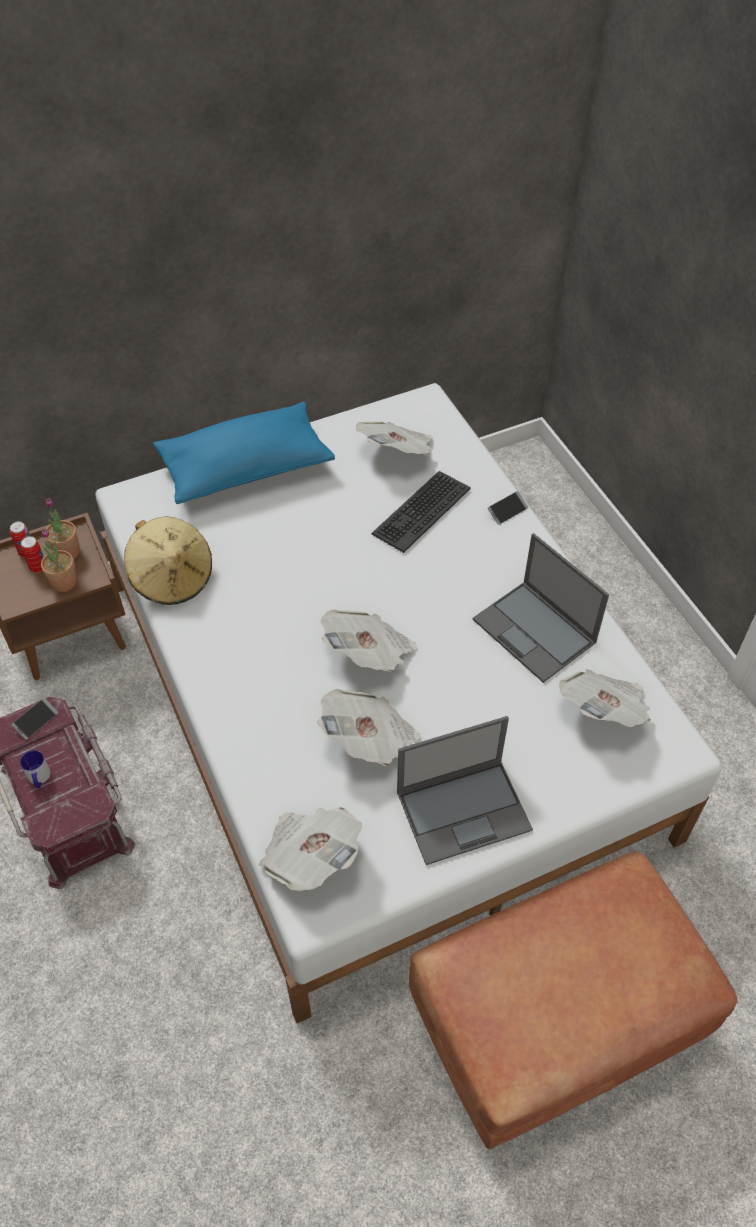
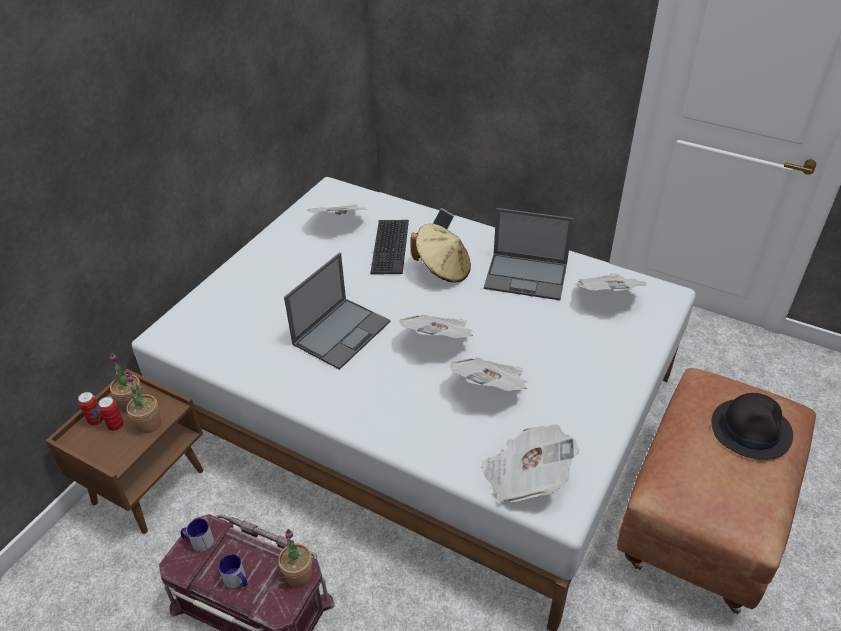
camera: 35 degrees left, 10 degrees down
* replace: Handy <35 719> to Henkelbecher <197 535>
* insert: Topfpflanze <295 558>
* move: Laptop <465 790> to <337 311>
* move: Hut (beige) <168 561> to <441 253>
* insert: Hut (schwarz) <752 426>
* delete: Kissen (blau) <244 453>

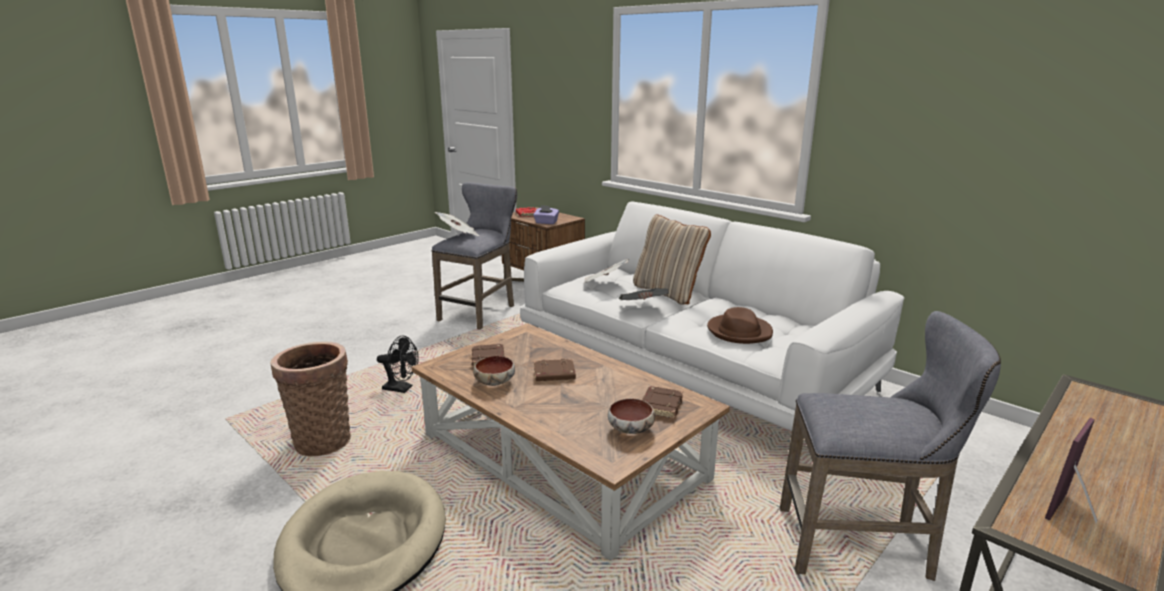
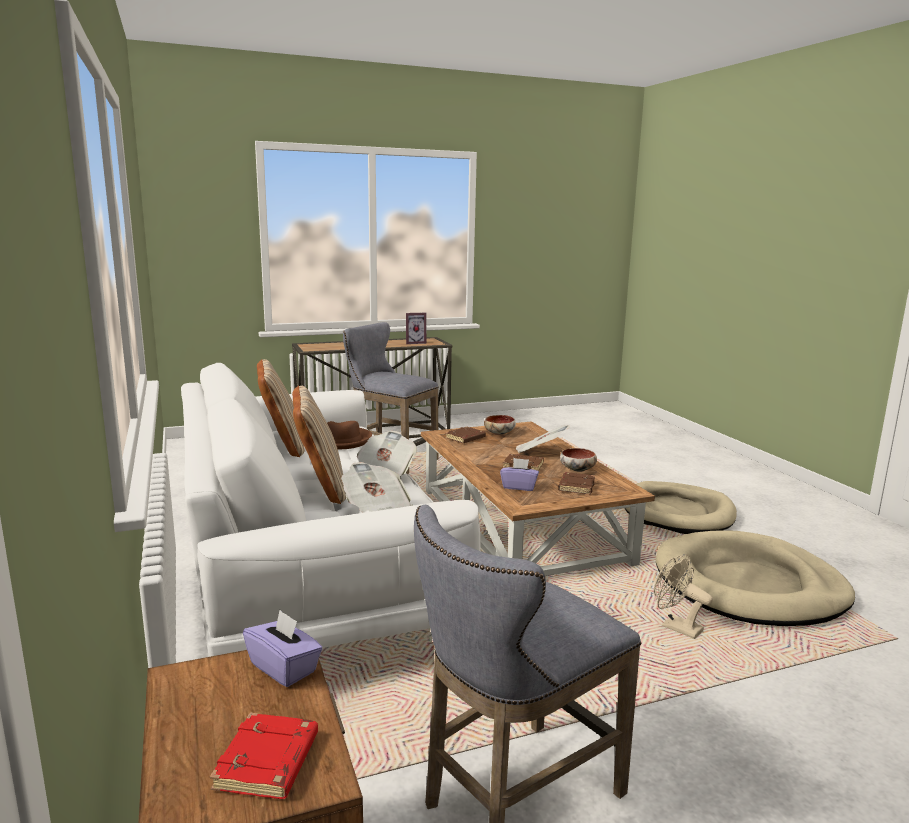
camera: 155 degrees left, 5 degrees down
* insert: Kissen (beige) <281 408>
* insert: Taschentuchbox (lila) <519 474>
* move: Zeitung <457 224> to <542 439>
* recolor: Ventilator (schwarz) <398 364> to Ventilator (beige) <683 596>
* replace: Korb <311 399> to Hundebett (beige) <755 578>

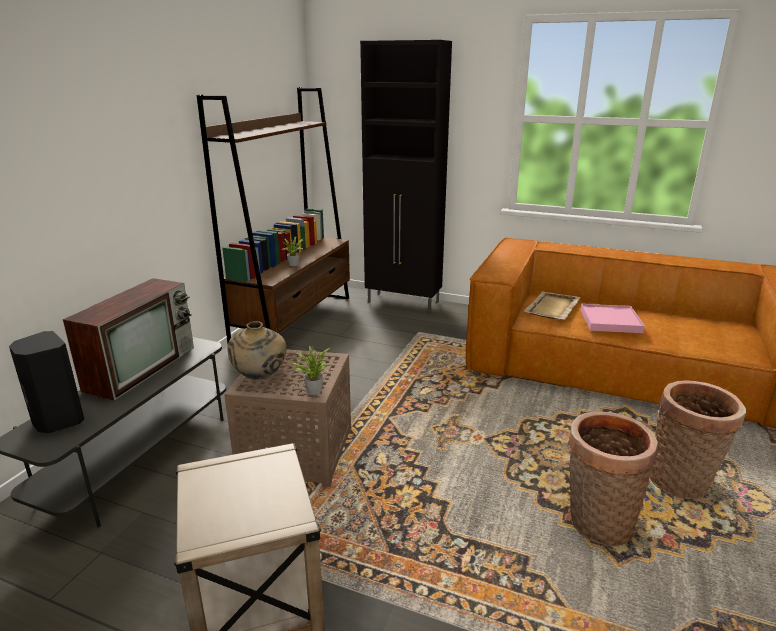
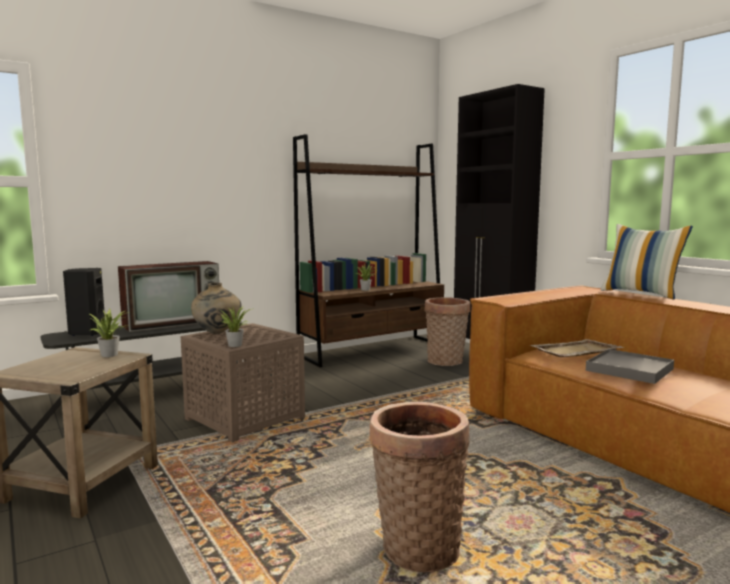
camera: 35 degrees right, 15 degrees down
* insert: Topfpflanze <110 333>
* move: Korb <697 439> to <447 331>
* recolor: Tablett (rosa) <613 318> to Tablett (grau) <630 366>
* insert: Kissen <647 261>

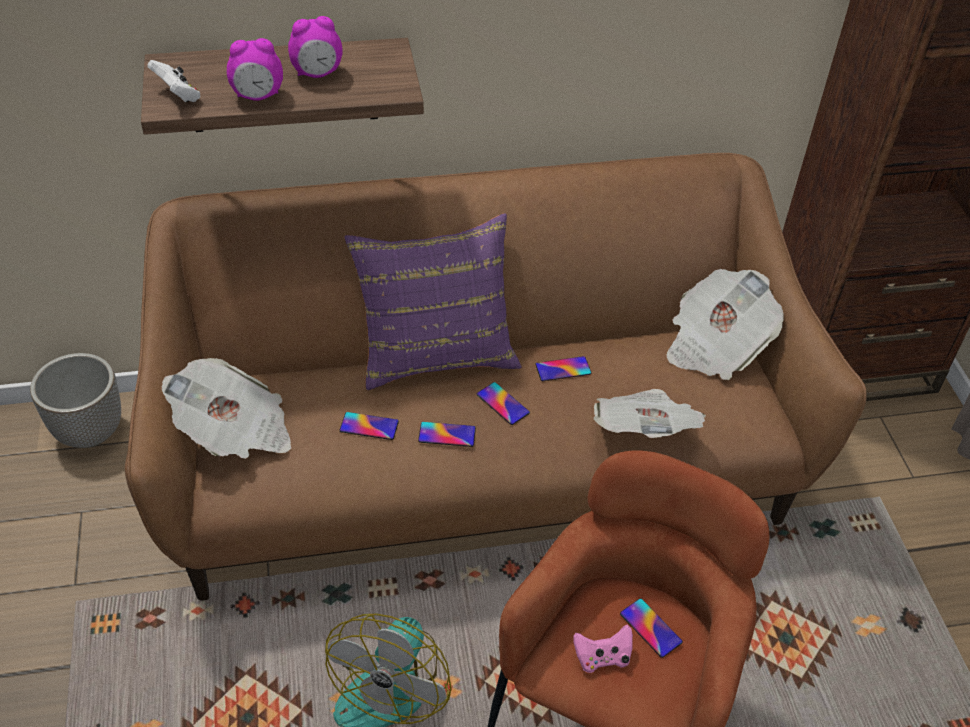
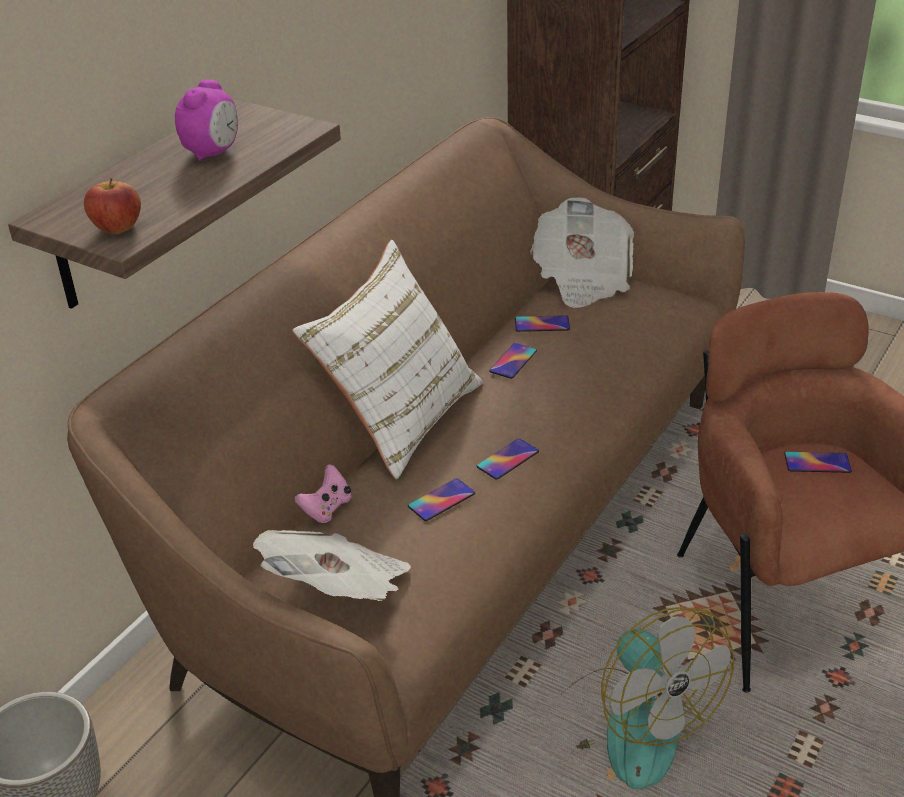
camera: 45 degrees left, 10 degrees down
* replace: Gamepad (weiß) <173 81> to Apfel <112 206>
* recolor: Kissen (lila) <433 301> to Kissen (weiß) <387 360>
* move: Gamepad (rosa) <603 649> to <323 493>
* move: Handy <503 403> to <542 323>
* delete: Wecker <255 69>
* delete: Zeitung <650 413>

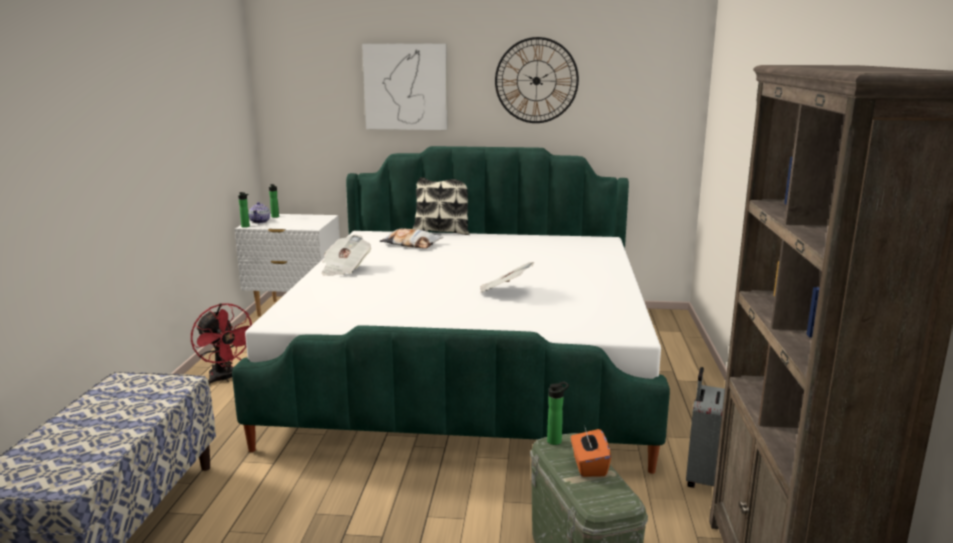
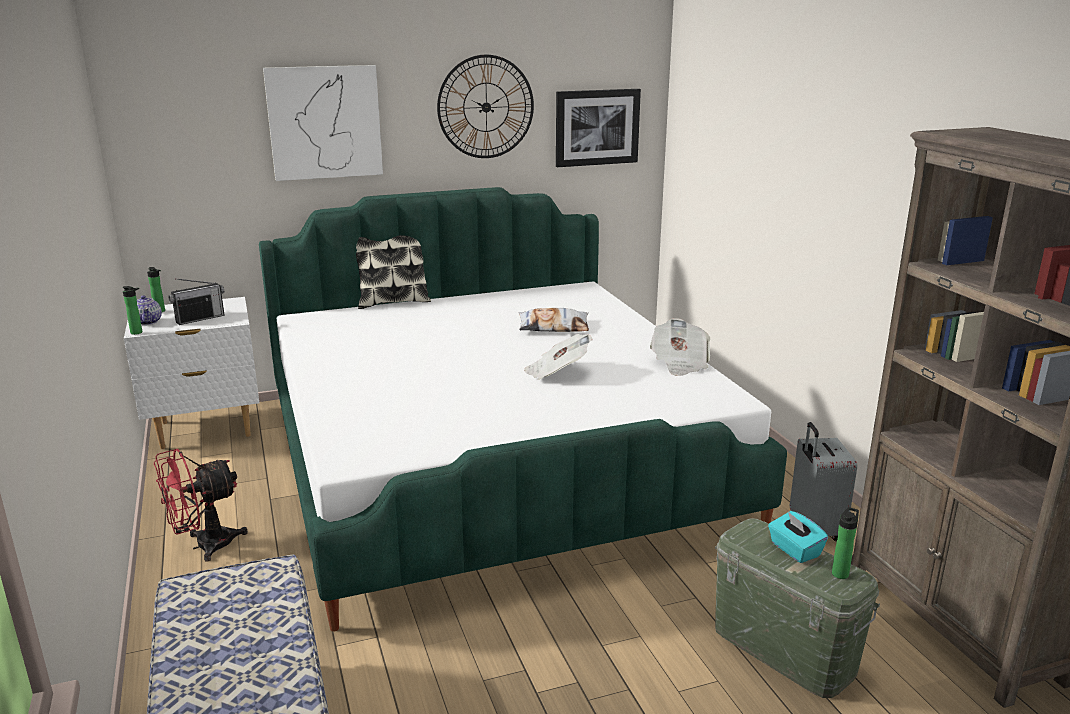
camera: 25 degrees left, 5 degrees up
* rotate: Ventilator (rot) <221 344> = <201 505> 120 degrees clockwise
* insert: Radio <196 301>
* move: Kissen <411 238> to <554 320>
* insert: Bild <598 128>
* move: Zeitung <346 255> to <680 347>
* recolor: Taschentuchbox (orange) <591 451> to Taschentuchbox (türkis) <798 537>
* move: Flasche <558 413> to <845 543>

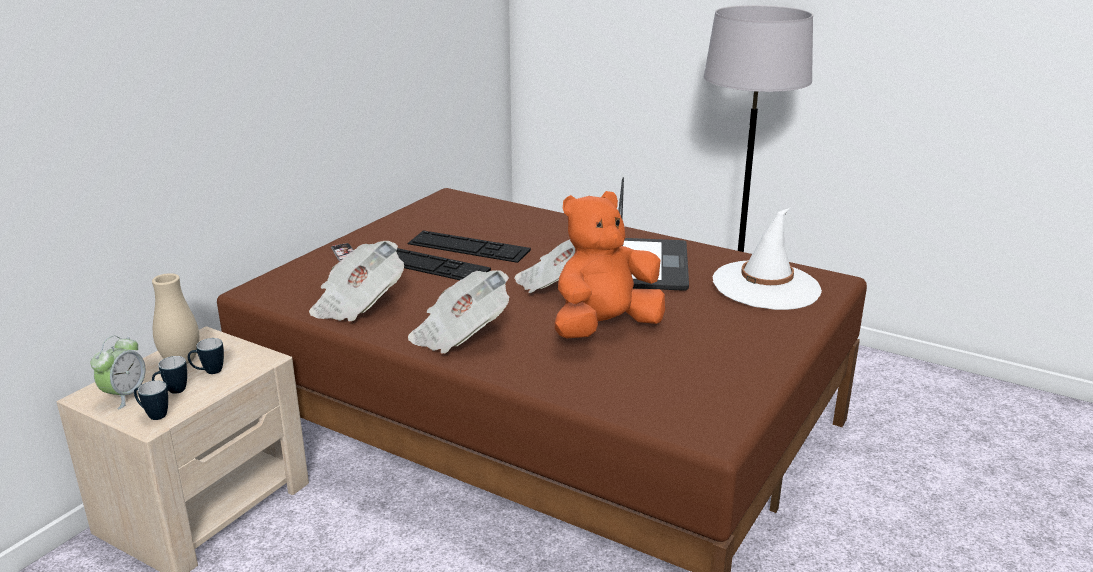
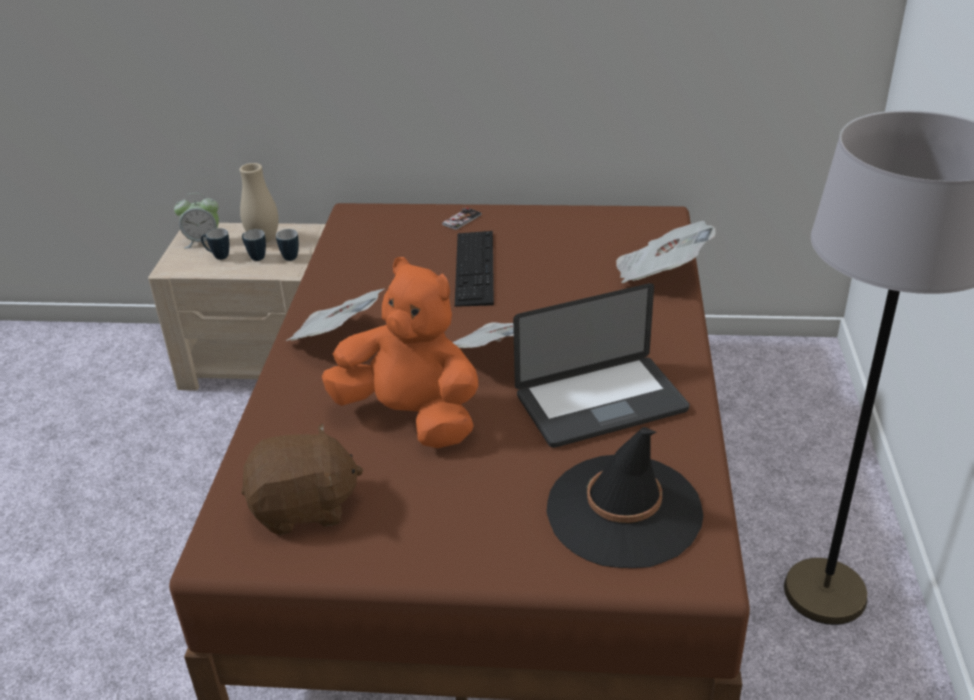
camera: 65 degrees right, 10 degrees up
* insert: Plüschtier (braun) <302 479>
* move: Henkelbecher <151 400> to <287 245>
* recolor: Hut (weiß) <767 258> to Hut (schwarz) <624 497>
* move: Zeitung <356 281> to <666 252>
* delete: Tastatur <469 247>

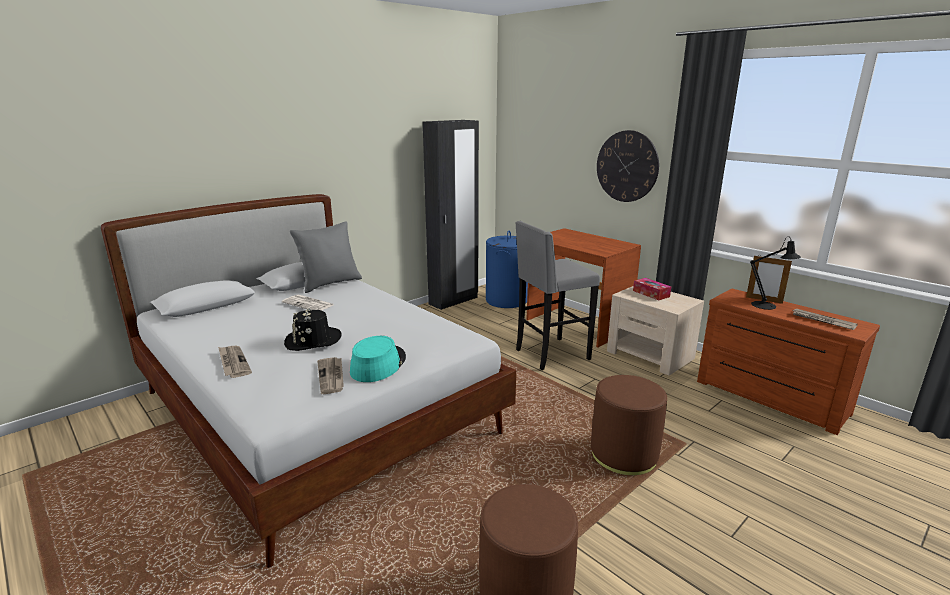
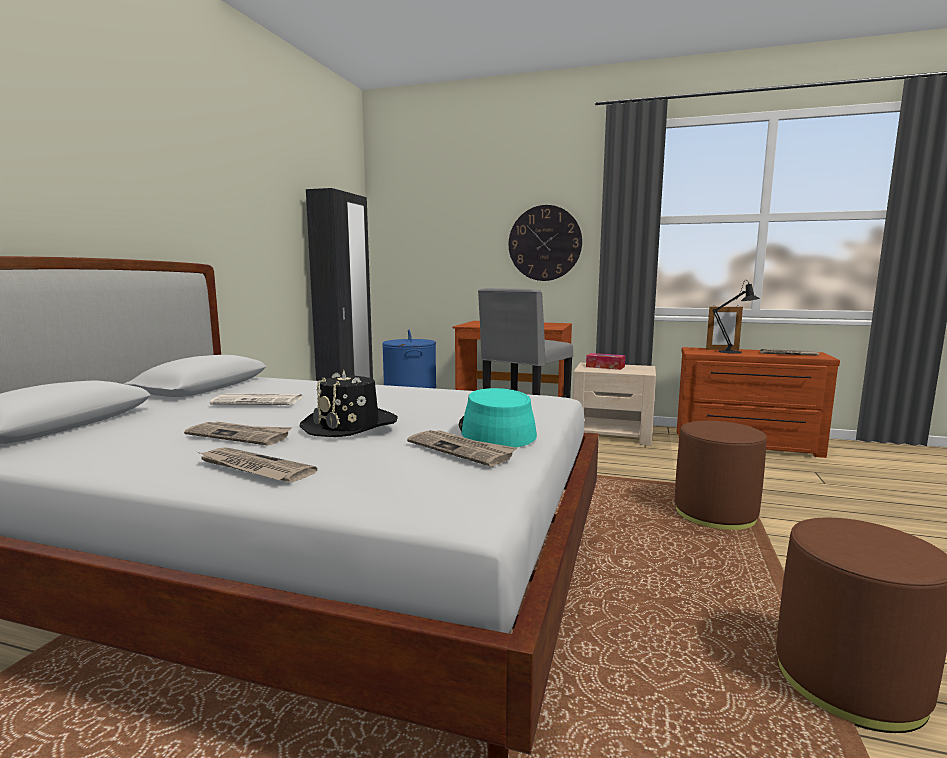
camera: 30 degrees left, 10 degrees down
* insert: Zeitung <238 433>
* delete: Kissen (grau) <326 257>

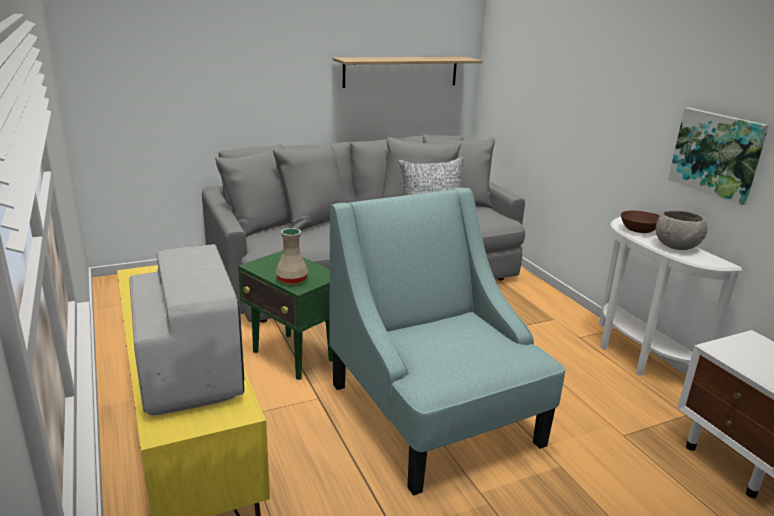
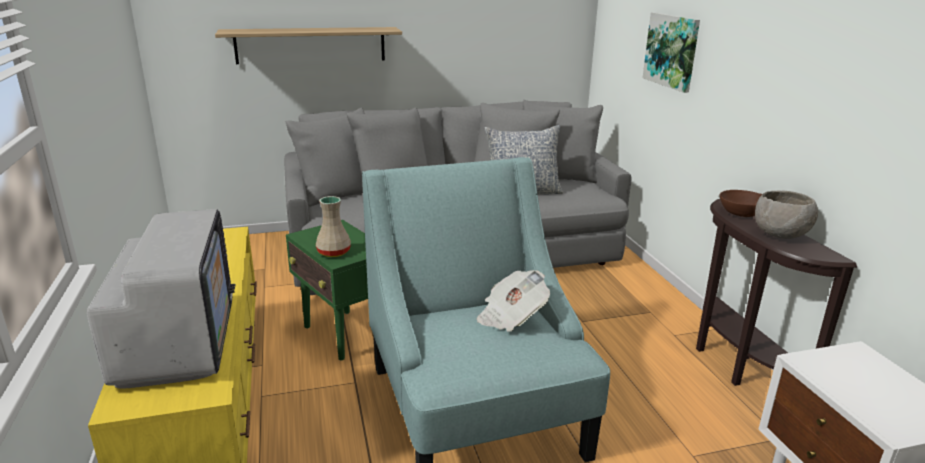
camera: 10 degrees right, 0 degrees up
* move: Wandregal <407 72> to <308 45>
* insert: Zeitung <513 301>
* move: Bild <718 156> to <671 52>
* recolor: Konsolentisch (weiß) <670 296> to Konsolentisch (braun) <776 292>

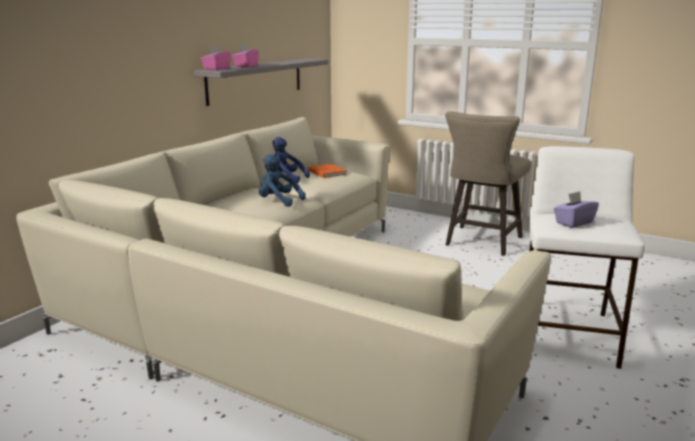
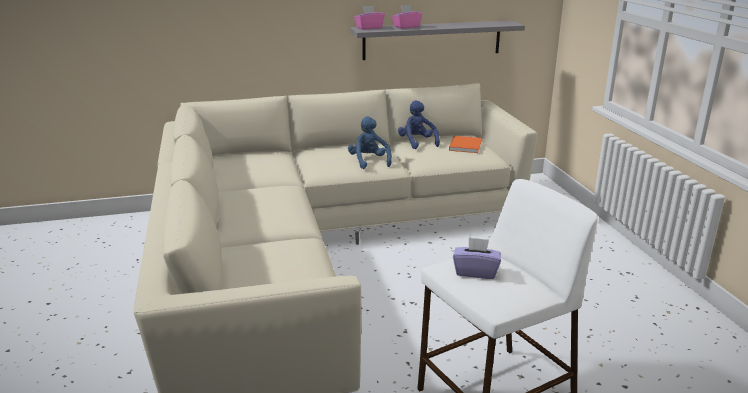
camera: 45 degrees right, 5 degrees up
* delete: Hocker (beige) <488 183>

